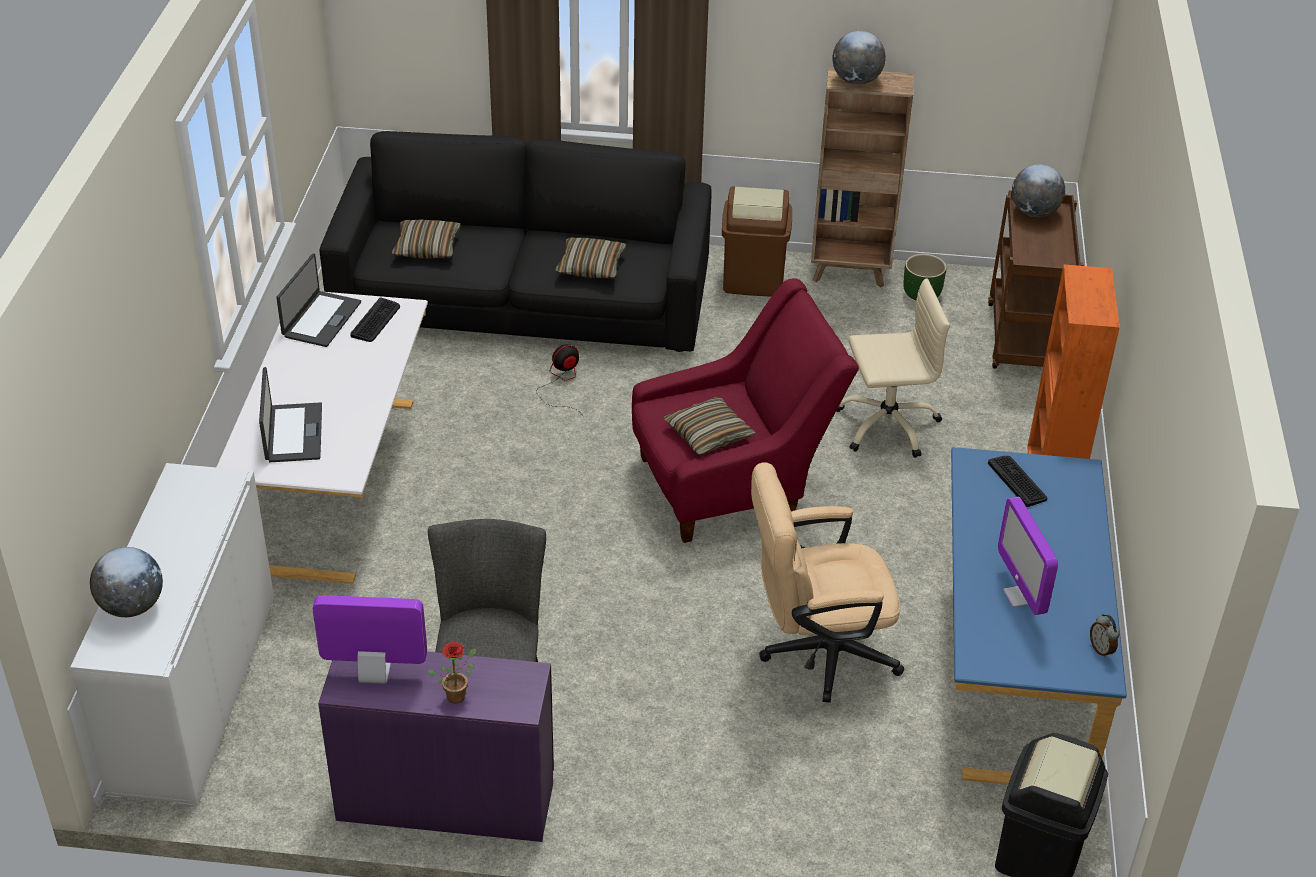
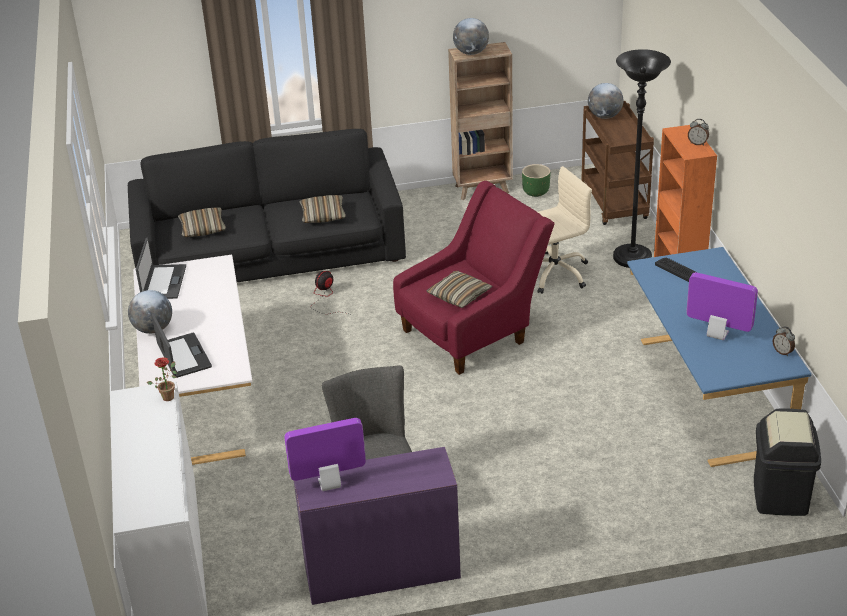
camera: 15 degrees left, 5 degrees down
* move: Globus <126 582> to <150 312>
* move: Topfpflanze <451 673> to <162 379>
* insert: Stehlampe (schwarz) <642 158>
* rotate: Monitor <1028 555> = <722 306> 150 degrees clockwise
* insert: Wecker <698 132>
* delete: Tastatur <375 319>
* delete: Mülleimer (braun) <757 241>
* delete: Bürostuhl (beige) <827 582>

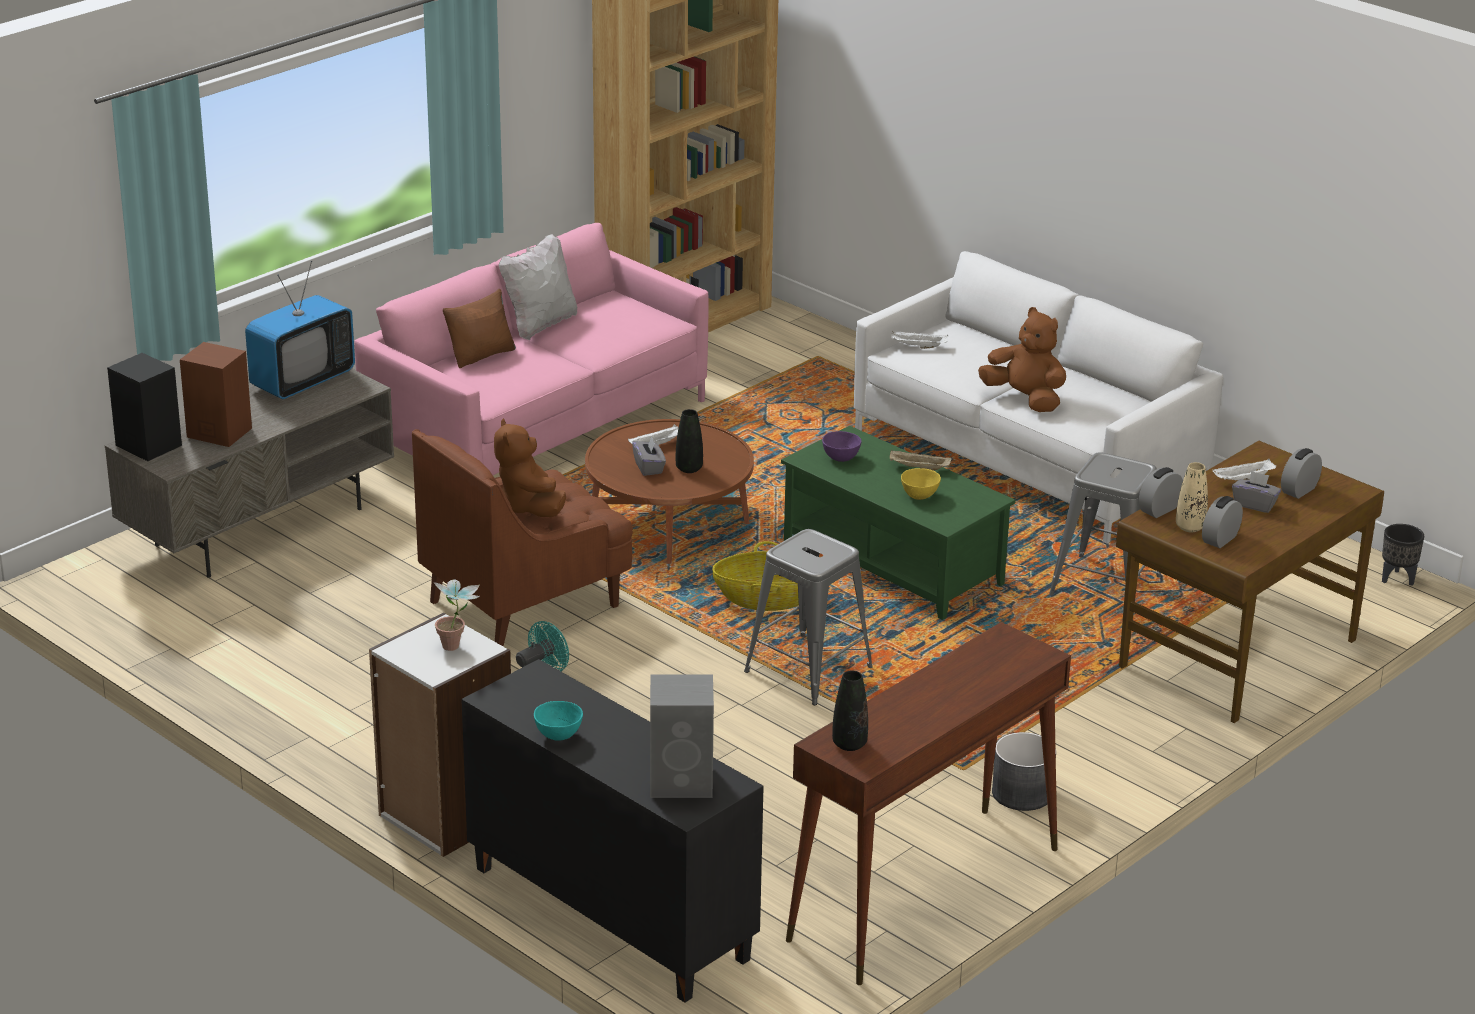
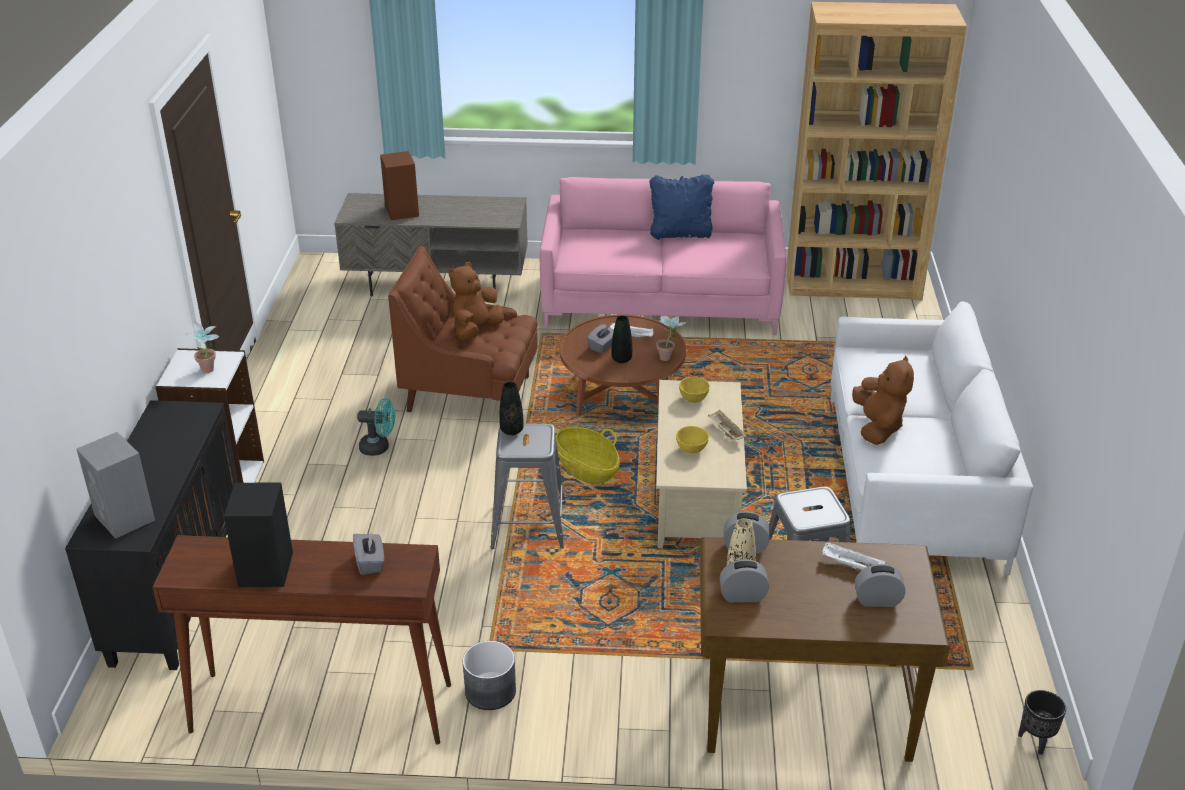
camera: 50 degrees right, 5 degrees up
* move: Lautsprecher (schwarz) <144 407> to <258 534>
* move: Taschentuchbox (grau) <1256 492> to <368 553>
* move: Vase (schwarz) <850 710> to <511 408>
* recolor: Kissen (weiß) <537 287> to Kissen (blau) <682 207>
* insert: Topfpflanze <671 338>
* recolor: Couchtisch (grün) <898 523> to Couchtisch (beige) <701 464>
* recolor: Schüssel (lila) <841 446> to Schüssel (gelb) <694 389>
* delete: Fernseher <300 330>
* delete: Kissen (braun) <479 328>
* delete: Schüssel (türkis) <558 721>
* delete: Tablett (weiß) <919 340>

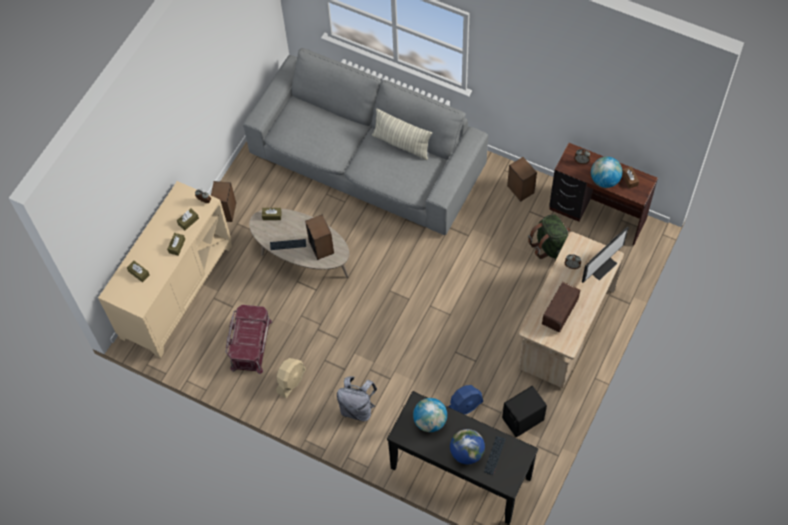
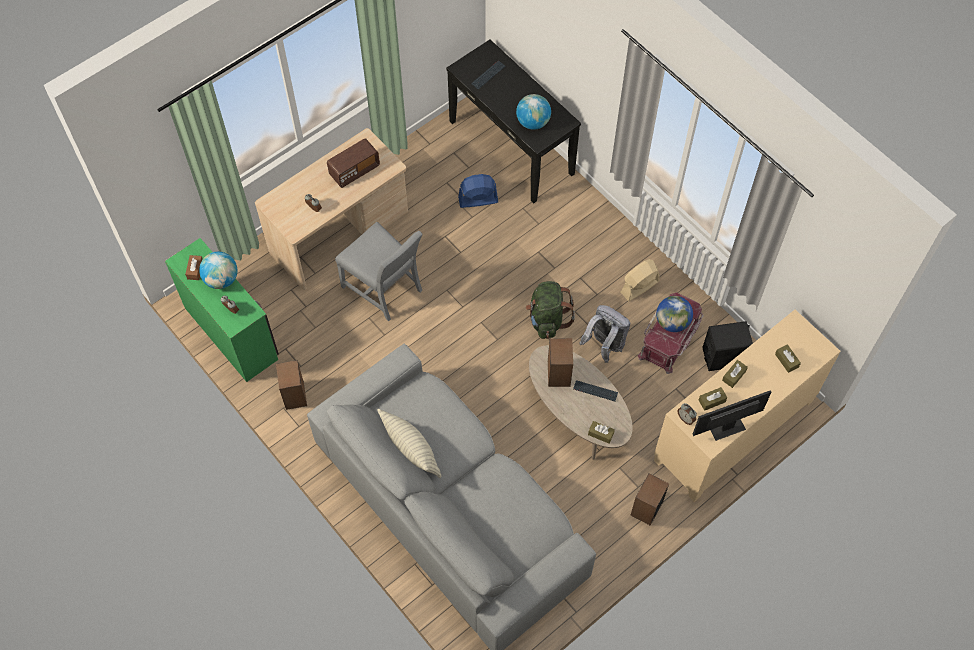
camera: 160 degrees left, 0 degrees up
* recolor: Schreibtisch (braun) <603 194> to Schreibtisch (grün) <222 310>
* insert: Stuhl (grau) <379 271>
* move: Rucksack (grün) <549 237> to <550 310>
* move: Rucksack (grau) <357 398> to <604 334>
* move: Globus <467 446> to <674 314>
* move: Monitor <605 254> to <732 415>
* move: Lautsprecher (schwarz) <524 411> to <728 346>

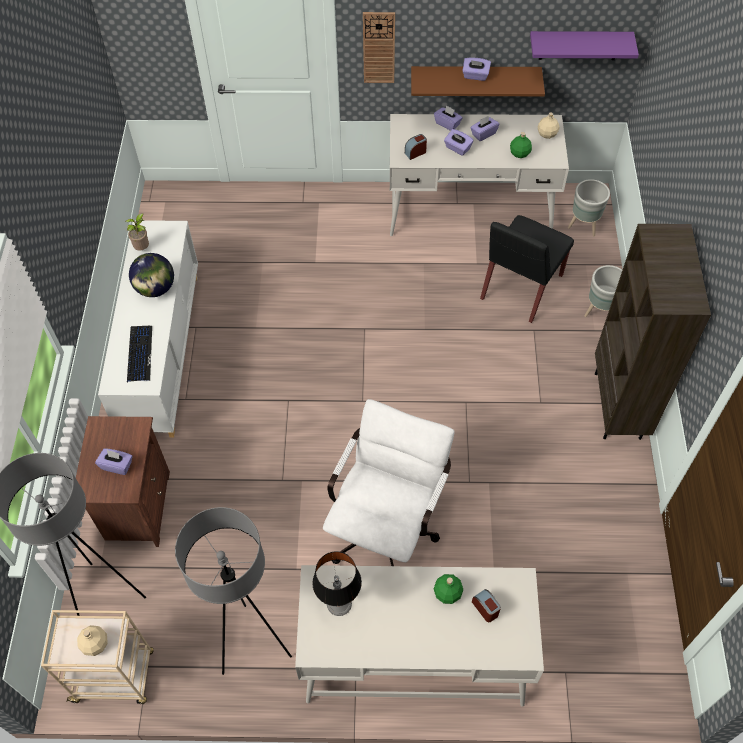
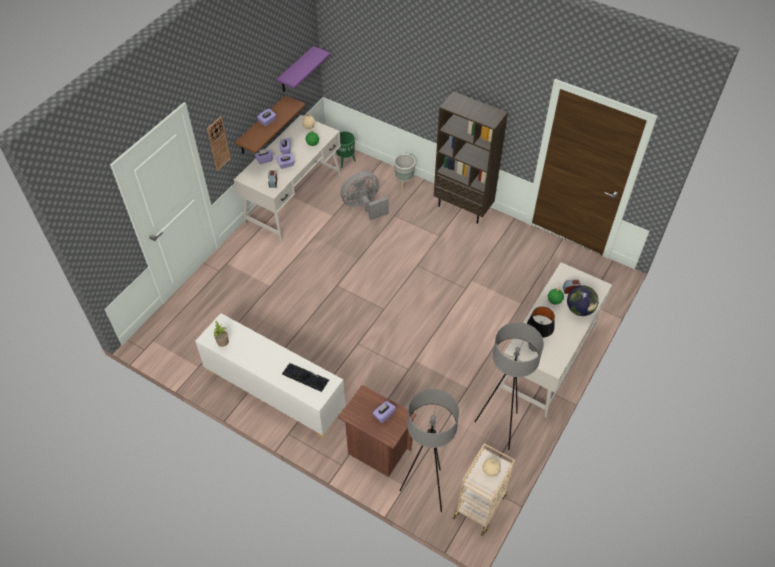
camera: 60 degrees left, 5 degrees down
* recolor: Pflanzkübel (grau) <589 207> to Pflanzkübel (grün) <346 149>
* replace: Stuhl (schwarz) <527 269> to Ventilator (grau) <364 196>
* move: Globus <151 275> to <583 300>
* delete: Bürostuhl (weiß) <389 482>

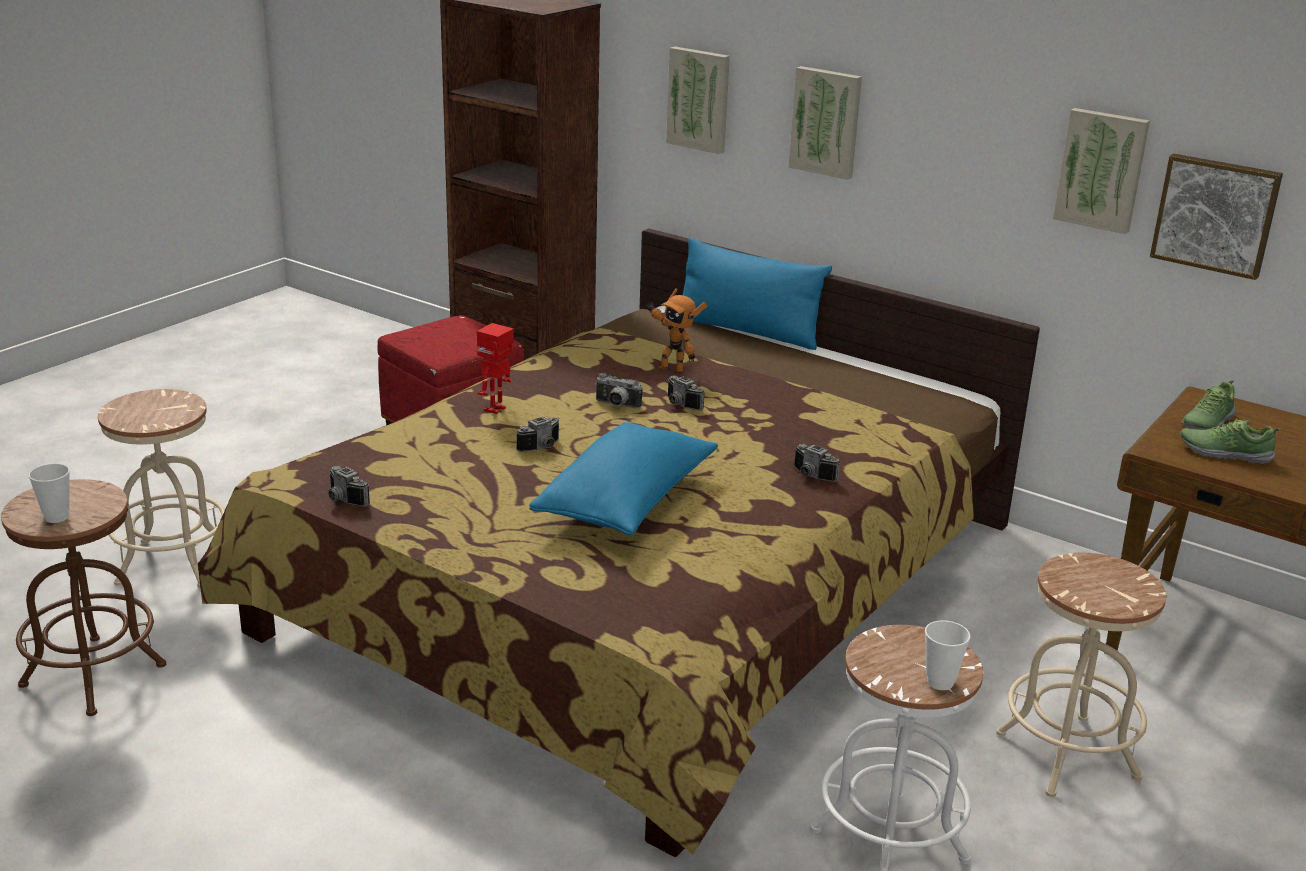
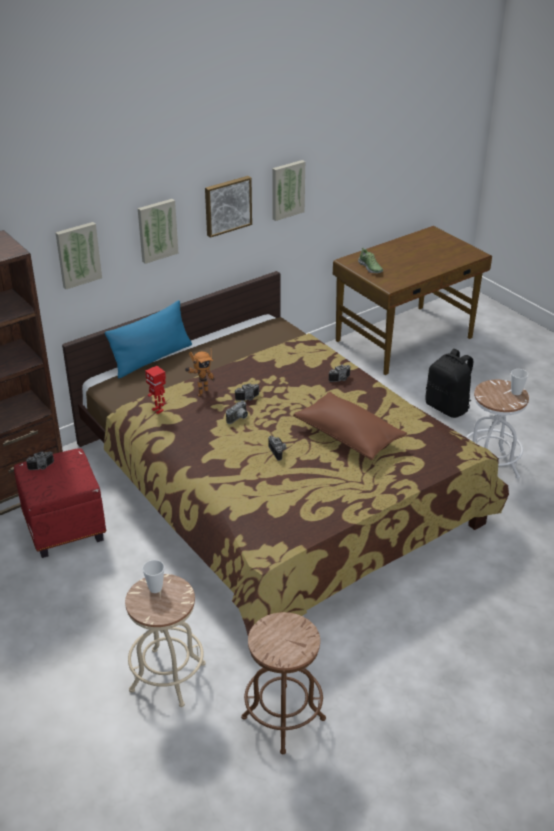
camera: 70 degrees left, 10 degrees up
* move: Kamera <349 486> to <40 460>
* move: Tasse <49 493> to <153 576>
* move: Spielzeugroboter <495 368> to <155 390>
* move: Bild <1216 217> to <228 207>
* recolor: Kissen (blau) <623 478> to Kissen (braun) <350 426>
* replace: Hocker (beige) <1081 675> to Rucksack (schwarz) <449 383>
* delete: Schuh <1230 441>

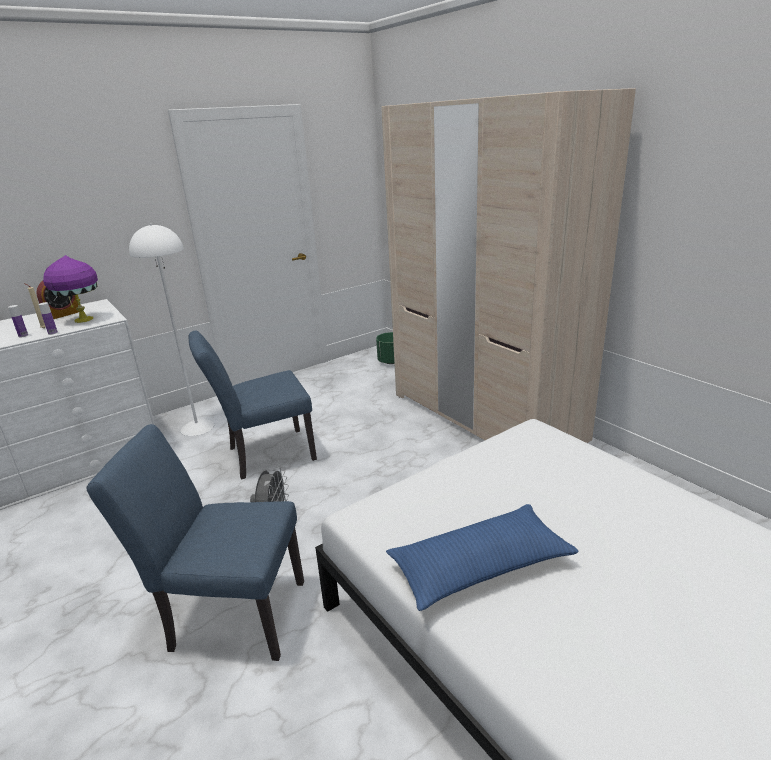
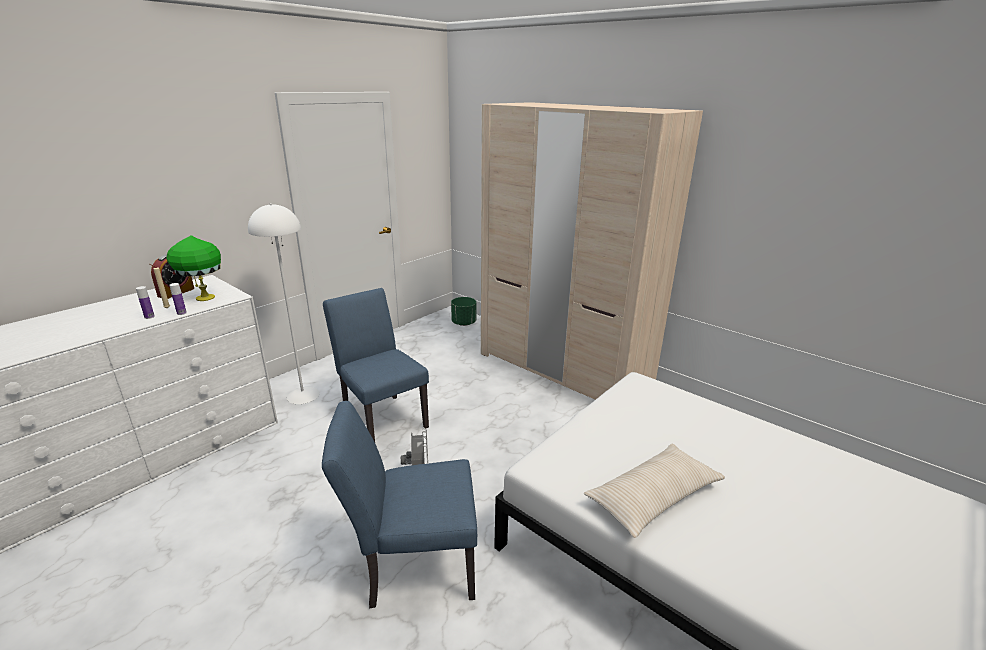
camera: 15 degrees left, 0 degrees up
* recolor: Tischlampe (lila) <70 289> to Tischlampe (grün) <193 268>
* rotate: Stuhl (blau) <253 405> = <376 365> 90 degrees clockwise
* recolor: Kissen (blau) <482 557> to Kissen (beige) <654 491>

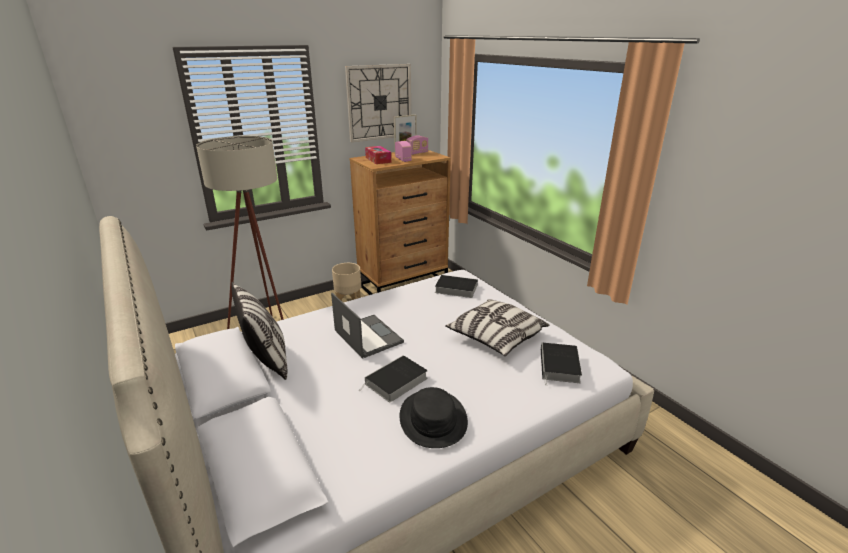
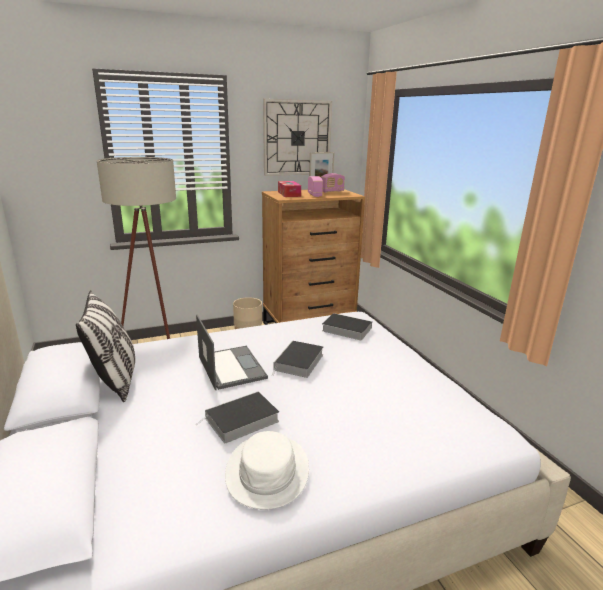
camera: 10 degrees right, 5 degrees down
* recolor: Hut (schwarz) <434 417> to Hut (weiß) <267 470>
* move: Buch <561 364> to <297 359>
* delete: Kissen <497 327>

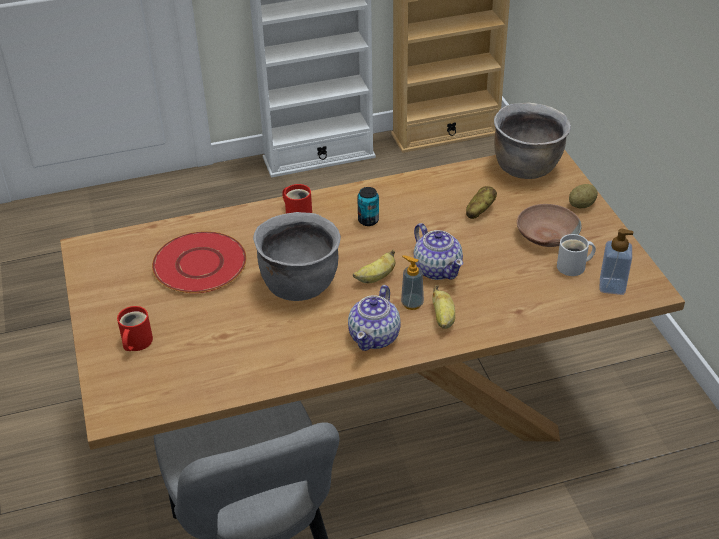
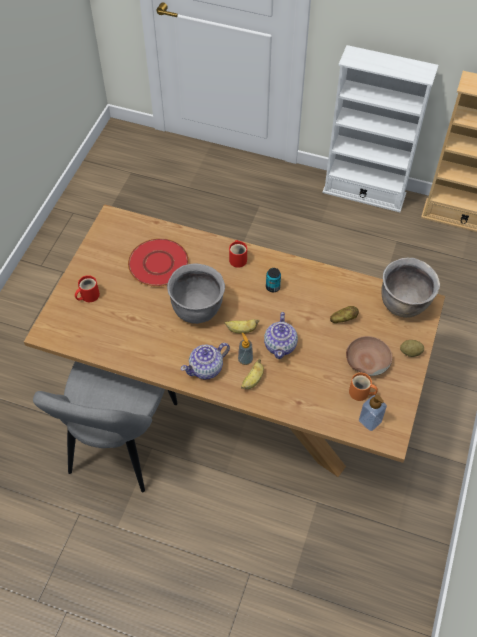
camera: 35 degrees right, 15 degrees up
* recolor: Henkelbecher (weiß) <576 255> to Henkelbecher (orange) <363 387>

